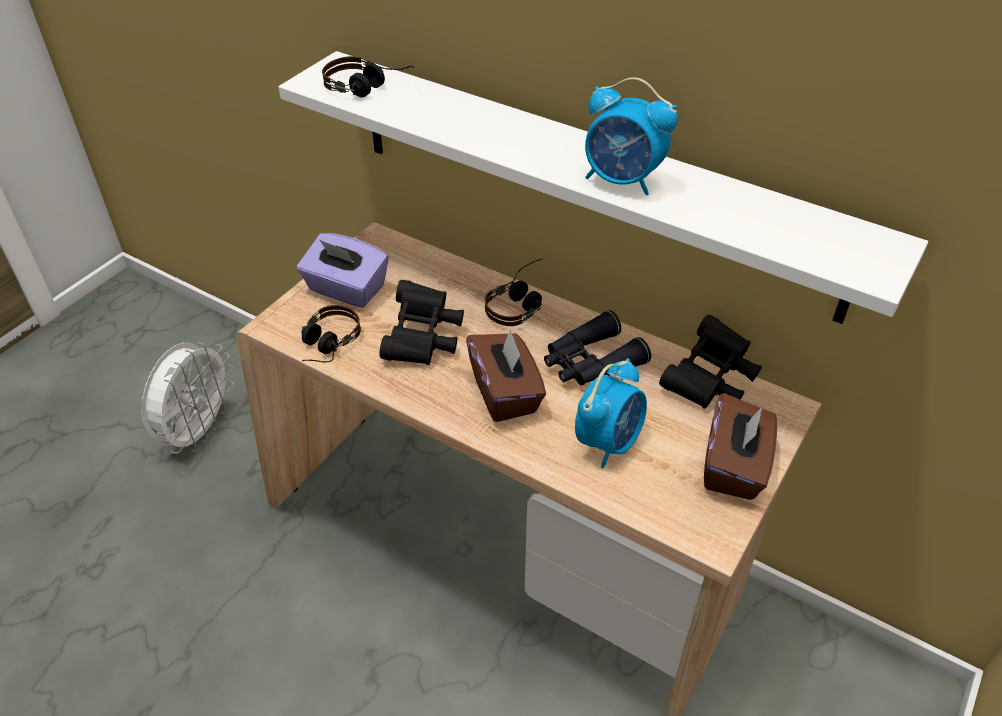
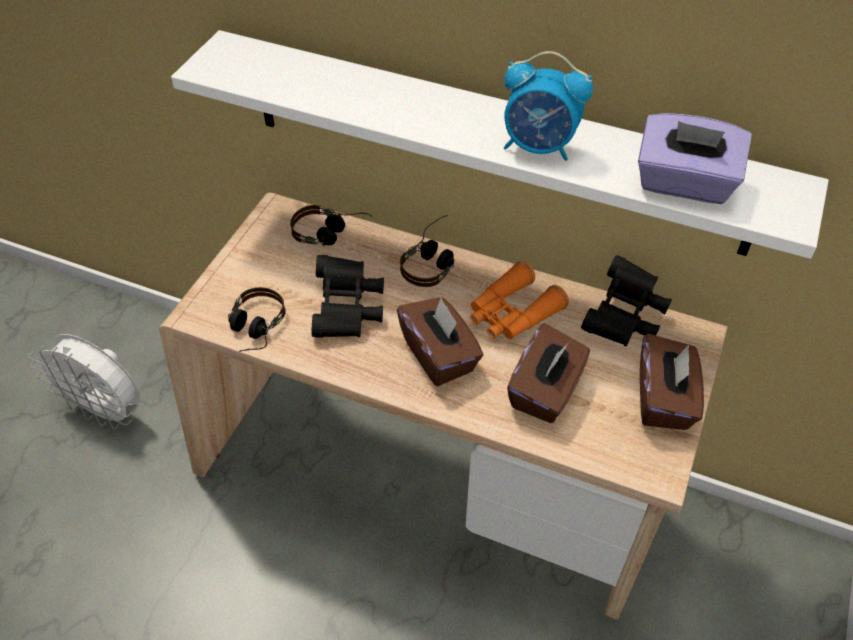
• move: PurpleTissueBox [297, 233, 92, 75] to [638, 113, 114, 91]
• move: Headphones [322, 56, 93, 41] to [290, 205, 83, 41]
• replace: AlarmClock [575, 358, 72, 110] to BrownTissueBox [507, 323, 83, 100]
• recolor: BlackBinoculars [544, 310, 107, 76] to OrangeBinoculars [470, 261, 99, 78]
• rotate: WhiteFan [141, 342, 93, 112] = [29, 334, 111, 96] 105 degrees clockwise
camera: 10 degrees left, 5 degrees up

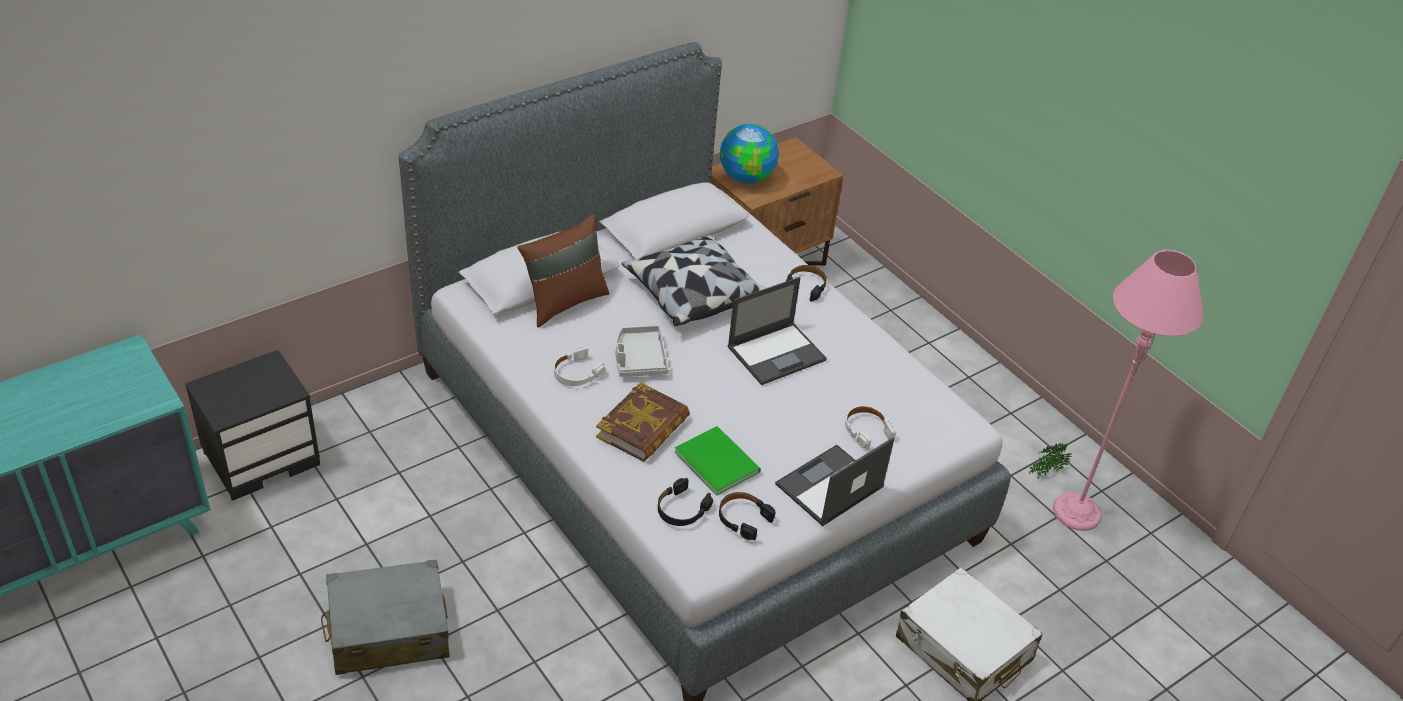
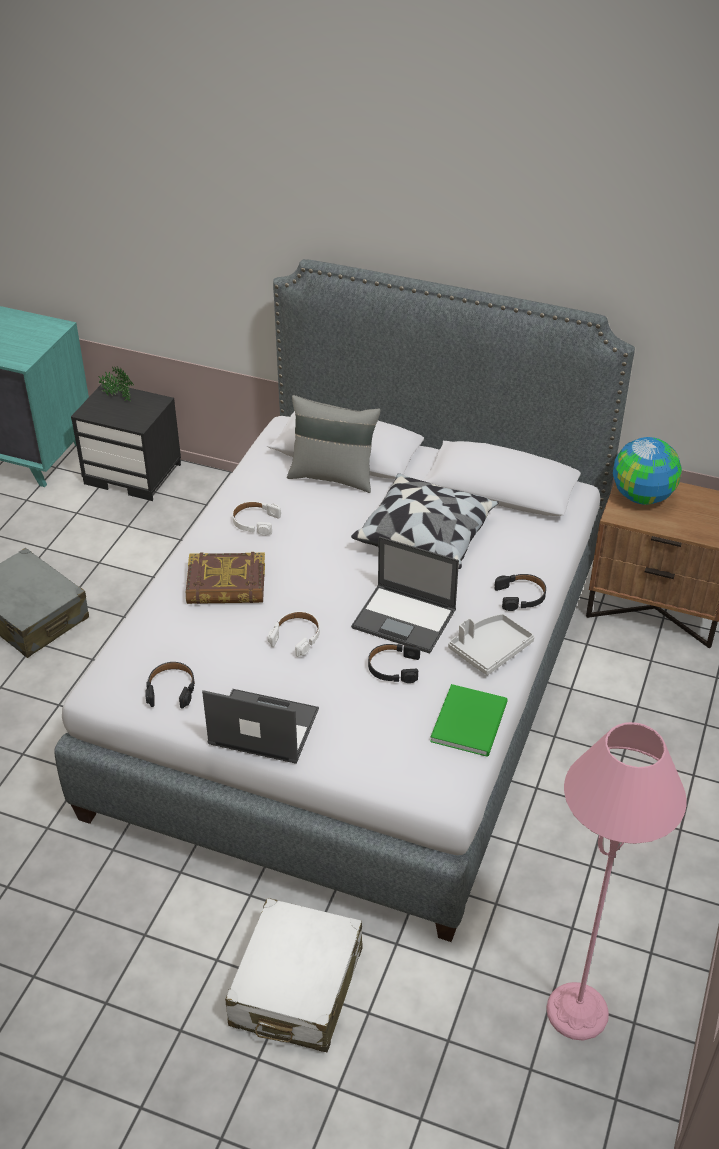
• move: GreyTray [615, 326, 54, 51] to [448, 614, 86, 61]
• move: BlackHeadphones [658, 478, 55, 48] to [368, 644, 52, 39]
• move: GreenBook [674, 426, 87, 70] to [430, 684, 78, 73]
• move: WhiteHeadphones [845, 406, 51, 44] to [268, 611, 52, 46]
• move: PottedPlant [1029, 443, 43, 36] to [99, 366, 35, 35]
• recolor: BrownPillow [517, 214, 92, 114] to GreyPillow [287, 395, 94, 98]
camera: 60 degrees right, 0 degrees up

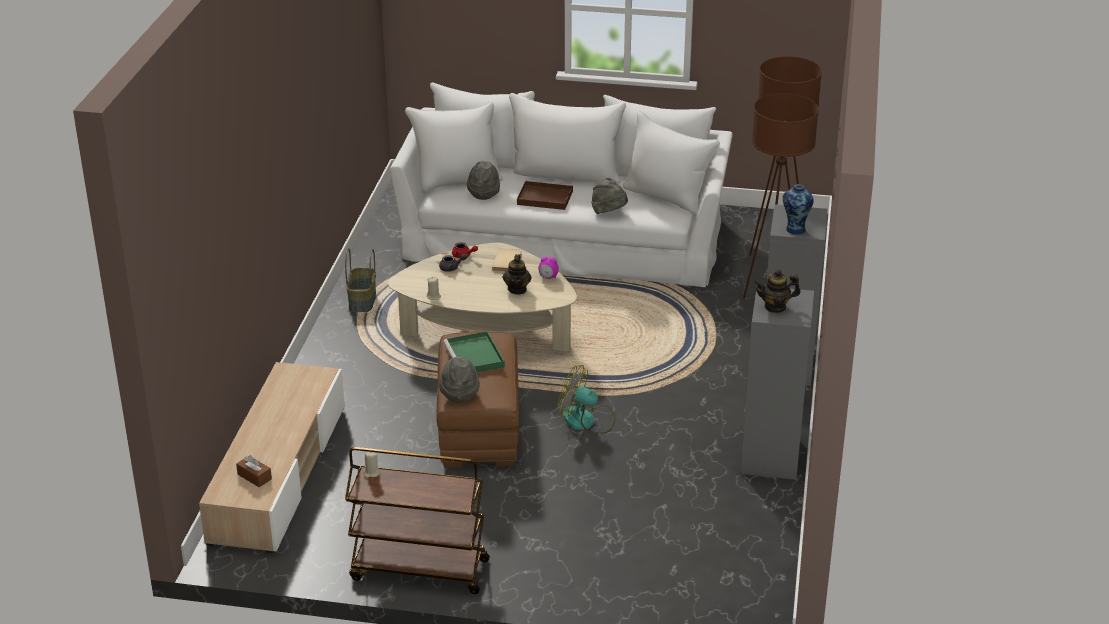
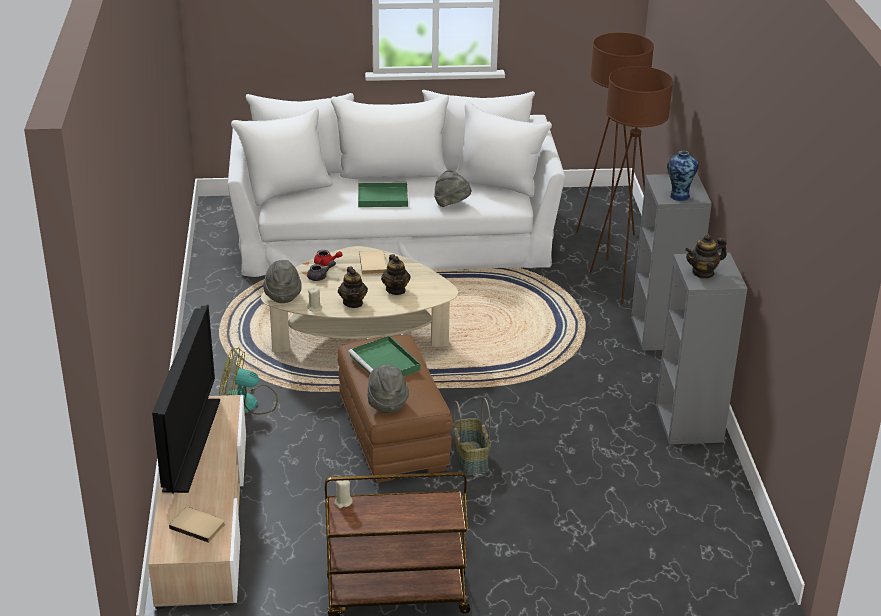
• delete: AlarmClock [538, 257, 21, 22]
• insert: Television [152, 304, 68, 190]
• insert: Teapot [338, 267, 30, 41]
• move: Basket [345, 248, 31, 64] to [454, 398, 37, 77]
• move: GreyHat [467, 161, 33, 39] to [263, 260, 39, 43]
• move: Fan [557, 365, 59, 69] to [219, 347, 59, 68]
• replace: BrownTissueBox [236, 455, 36, 32] to BeigeBook [169, 507, 56, 36]
• recolor: BrownTray [517, 180, 56, 30] to GreenTray [358, 182, 50, 25]
camera: 15 degrees left, 0 degrees up

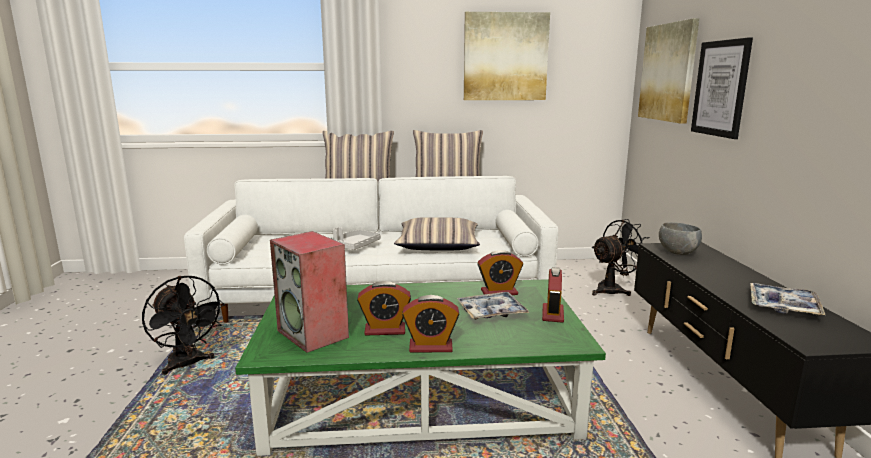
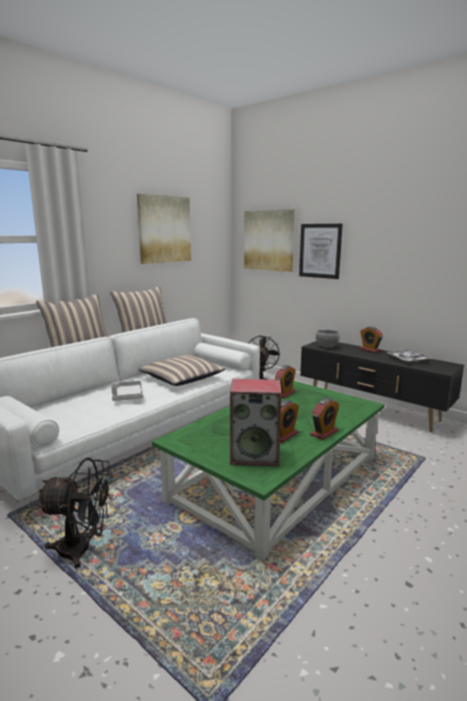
• delete: Tray [457, 292, 72, 28]
• move: AlarmClock [542, 267, 22, 56] to [360, 327, 23, 26]
camera: 45 degrees left, 0 degrees up

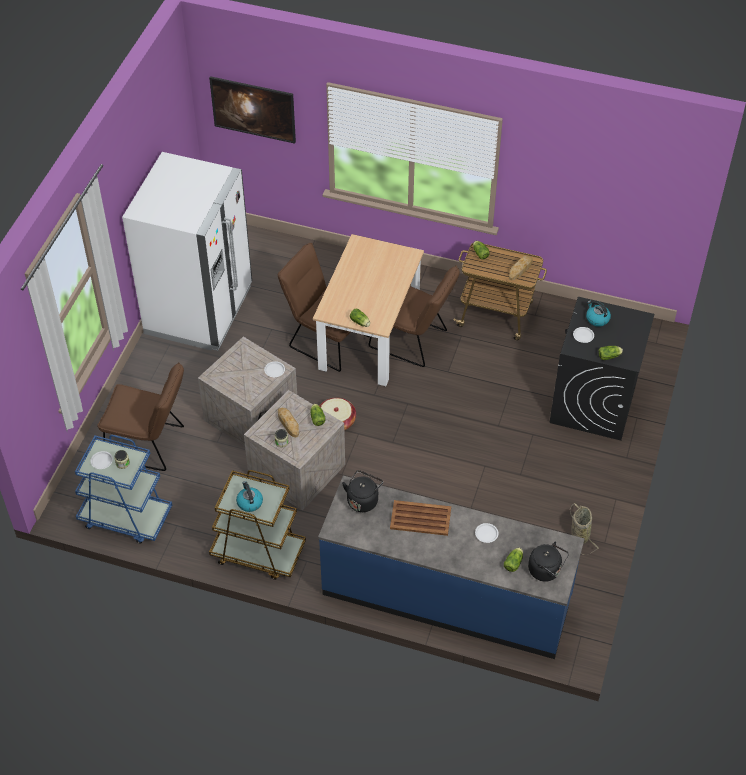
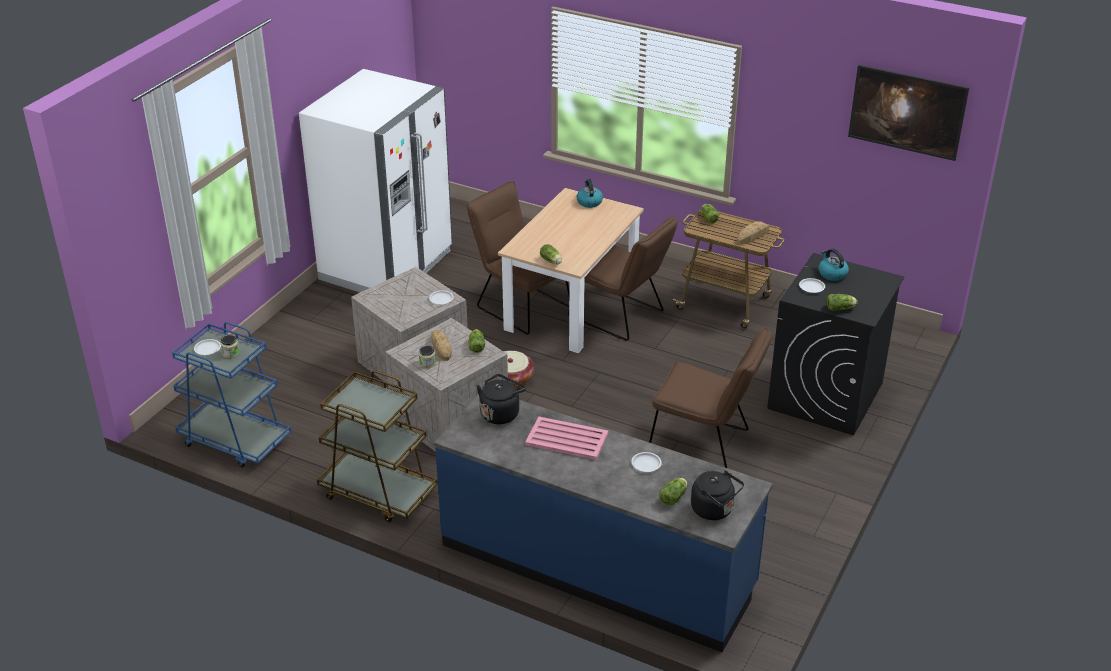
• delete: Basket [570, 503, 29, 51]
• move: BrownChair [97, 362, 87, 109] to [649, 328, 123, 140]
• move: Picture [209, 76, 87, 68] to [848, 65, 122, 96]
• move: Kettle [236, 481, 27, 31] to [577, 179, 26, 29]
• recolor: BrownTray [390, 500, 61, 36] to PinkTray [525, 417, 83, 43]
camera: 10 degrees right, 15 degrees down

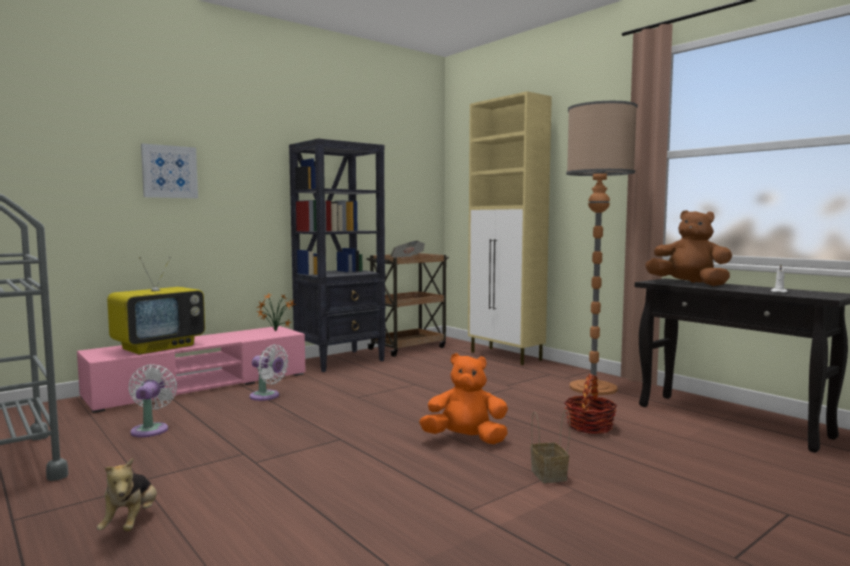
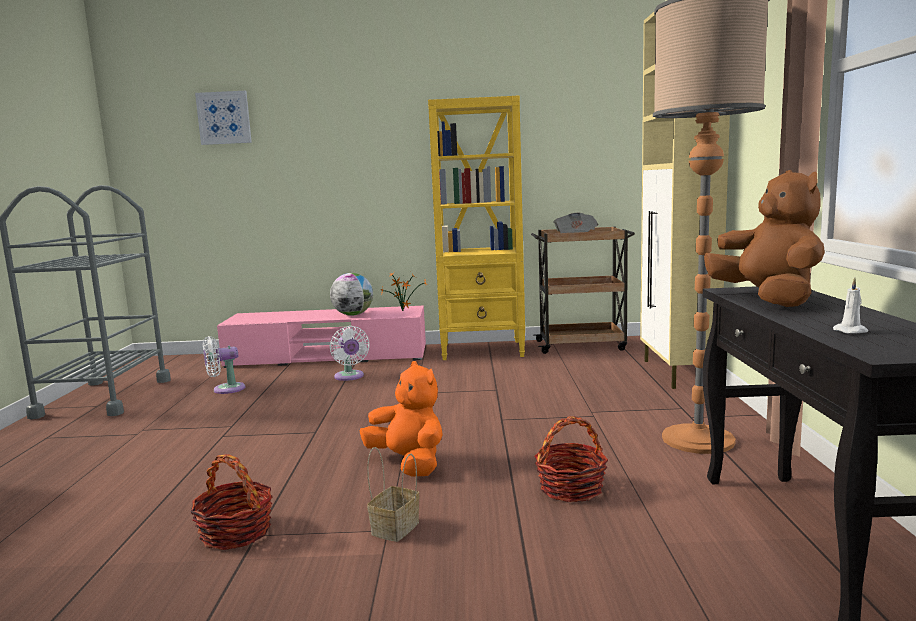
• delete: PlushToy [97, 458, 60, 73]
• delete: Television [107, 257, 98, 97]
• insert: Basket [190, 454, 83, 96]
• insert: Globe [330, 273, 43, 43]
• move: Picture [141, 144, 57, 54] to [195, 91, 57, 54]
• recolor: BlackBookcase [289, 138, 97, 234] to YellowBookcase [428, 95, 97, 265]
• rotate: WhiteFan [129, 364, 48, 73] = [203, 336, 42, 58] 150 degrees counterclockwise
camera: 40 degrees right, 5 degrees up

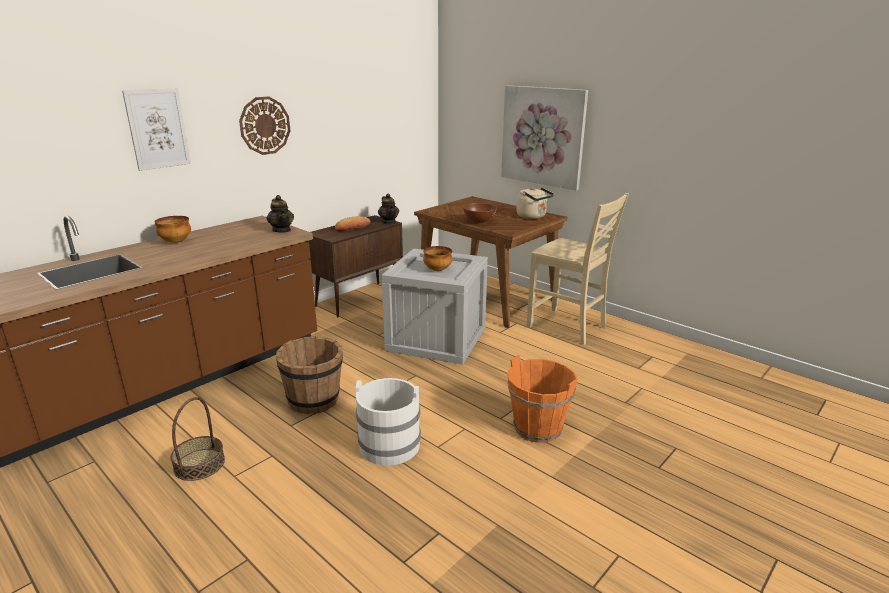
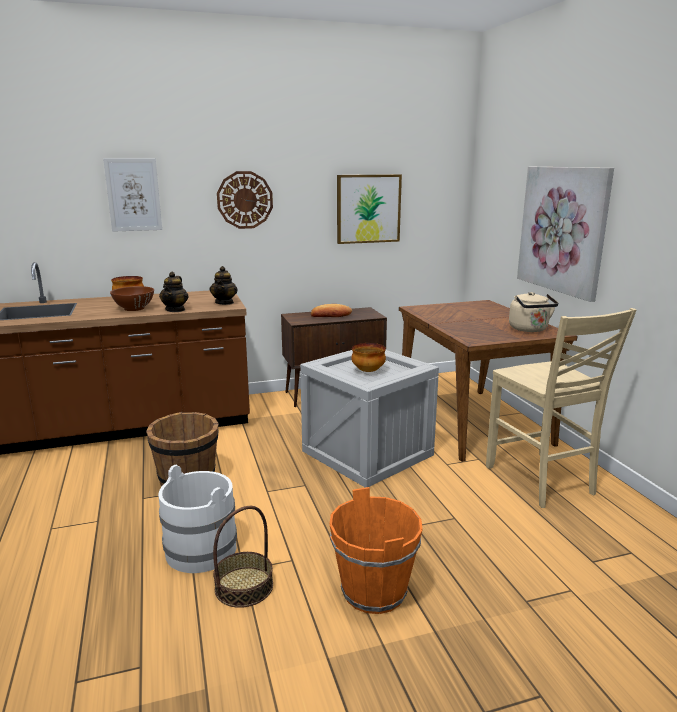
• insert: Picture [337, 174, 65, 70]
• move: Basket [170, 397, 55, 84] to [213, 506, 60, 102]
• move: Teapot [378, 194, 21, 30] to [159, 272, 30, 40]
• move: BrownBowl [463, 203, 34, 21] to [110, 286, 44, 25]
camera: 30 degrees right, 5 degrees down

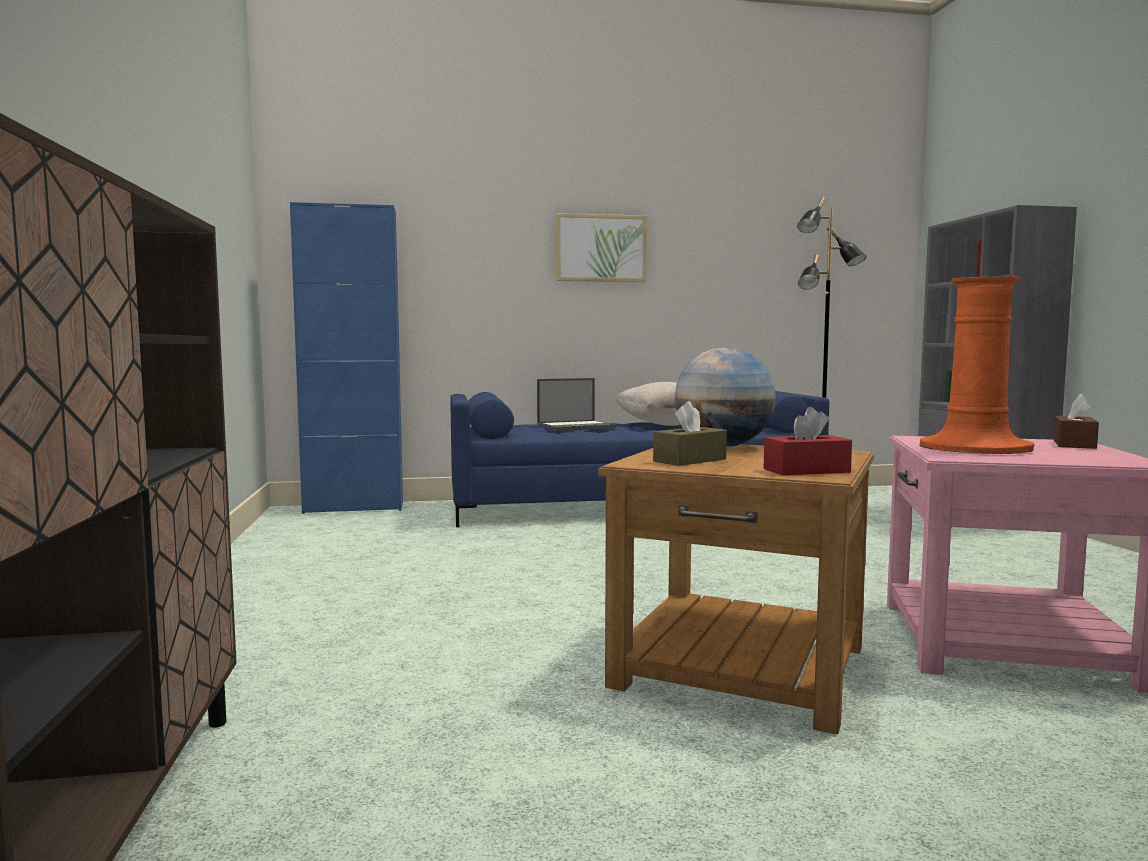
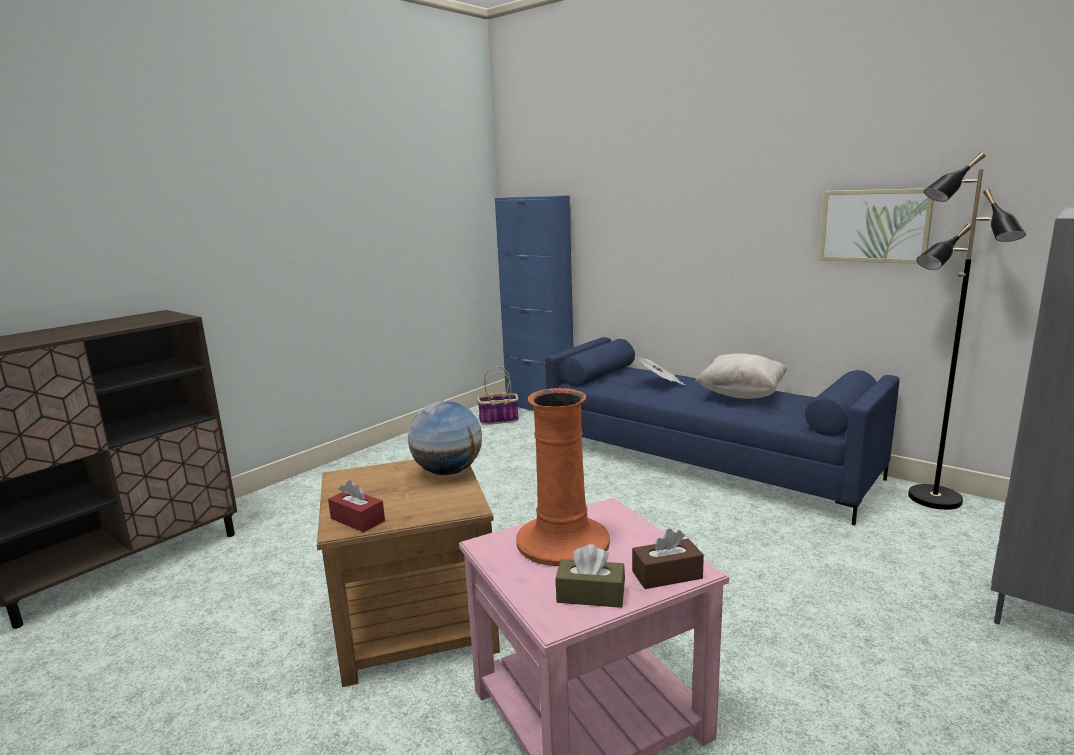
• insert: Basket [477, 366, 42, 58]
• move: Picture [556, 213, 91, 69] to [819, 188, 115, 76]
• move: BrownTissueBox [653, 401, 74, 65] to [556, 544, 69, 64]
• replace: Laptop [537, 378, 79, 53] to Newspaper [634, 356, 51, 29]
camera: 50 degrees right, 10 degrees up

